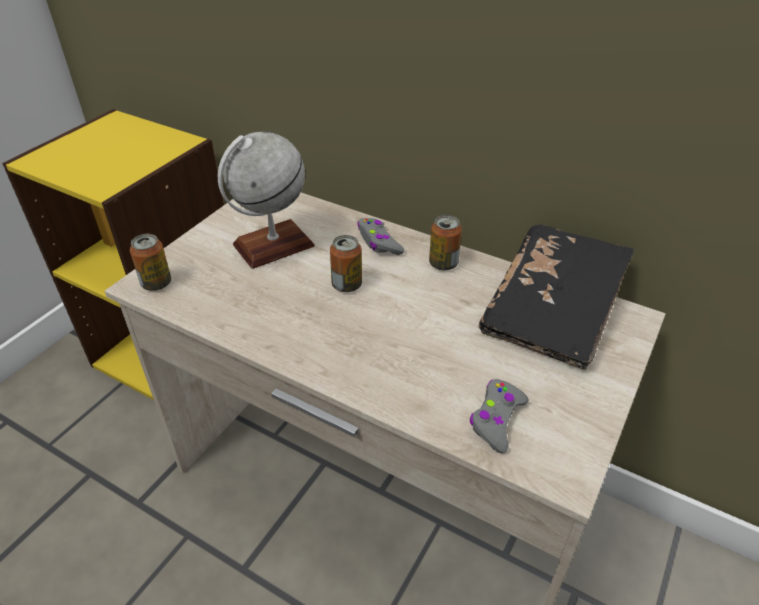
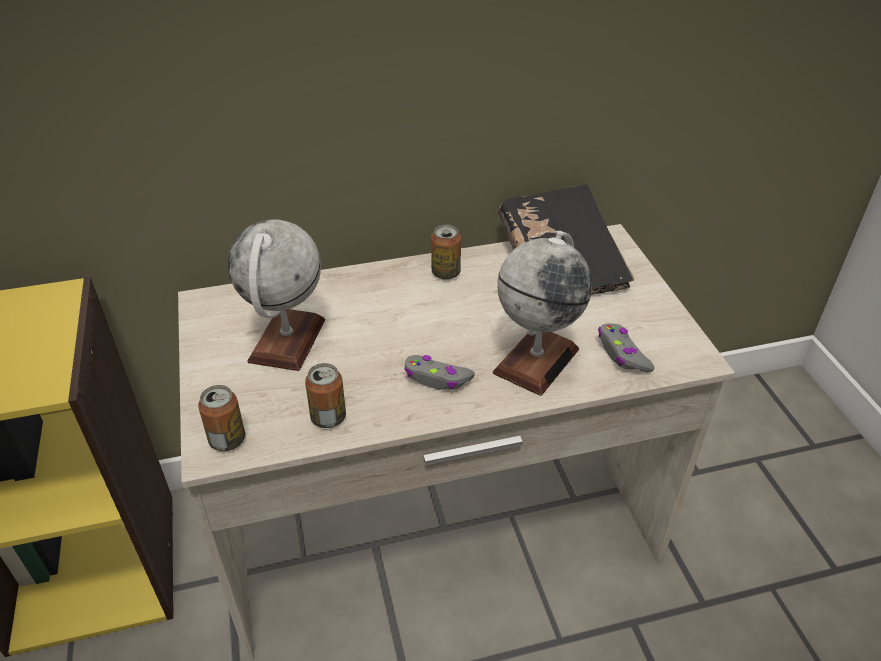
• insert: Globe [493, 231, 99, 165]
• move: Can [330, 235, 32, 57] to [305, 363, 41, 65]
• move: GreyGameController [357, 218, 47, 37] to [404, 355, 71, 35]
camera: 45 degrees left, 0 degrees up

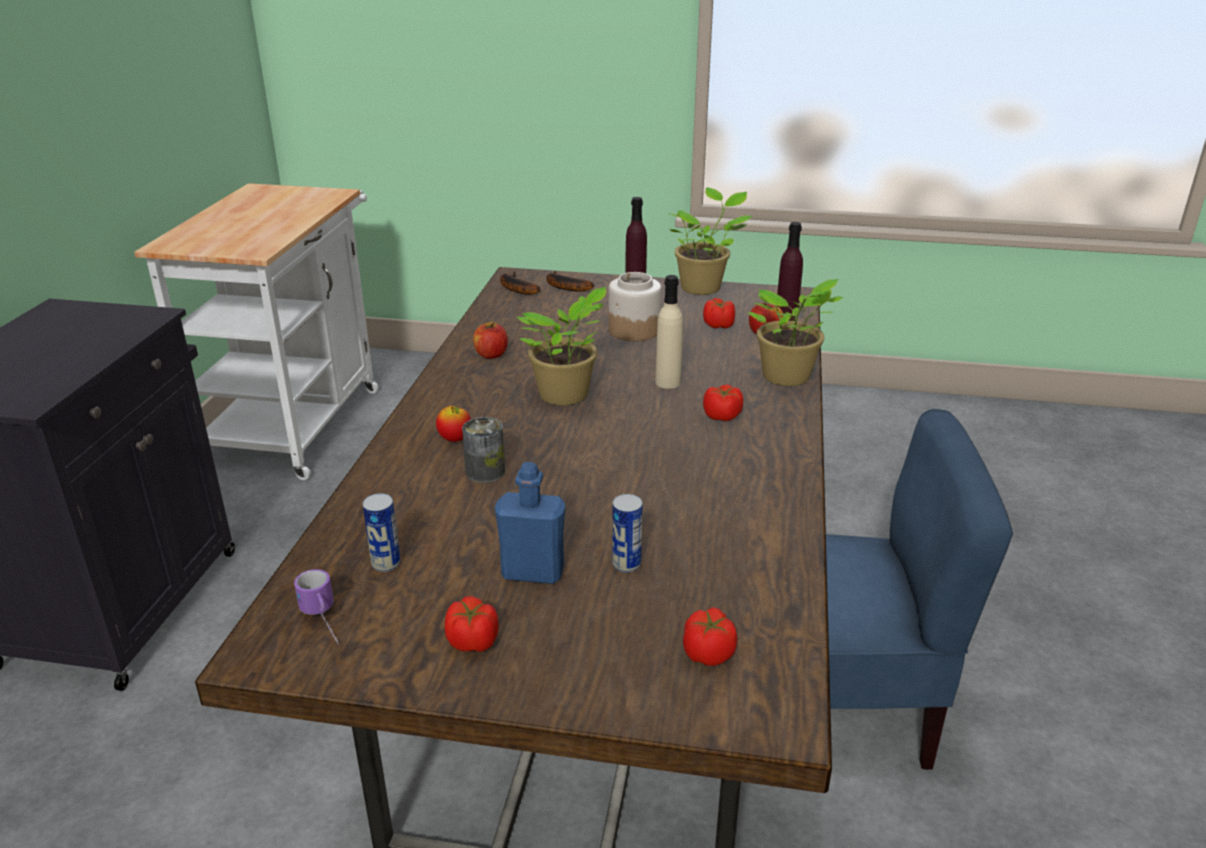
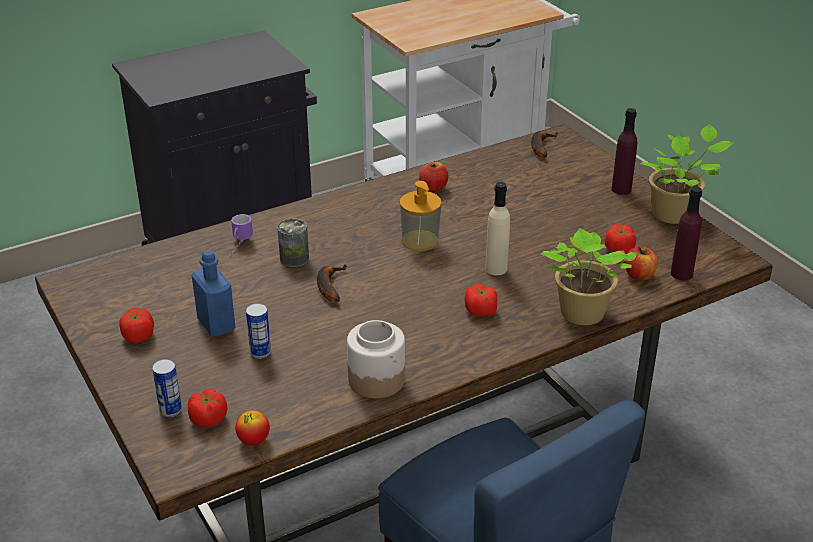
• move: Mug [294, 569, 45, 76] to [229, 214, 24, 44]
• move: Can [363, 493, 37, 79] to [152, 359, 30, 58]
• move: Apple [436, 406, 35, 36] to [235, 410, 35, 35]
• move: Banana [546, 271, 48, 21] to [317, 264, 30, 38]
• move: Jar [609, 272, 53, 69] to [347, 320, 58, 79]
• replace: PottedPlant [517, 287, 89, 118] to SoapDispenser [400, 181, 41, 70]
camera: 50 degrees right, 5 degrees up

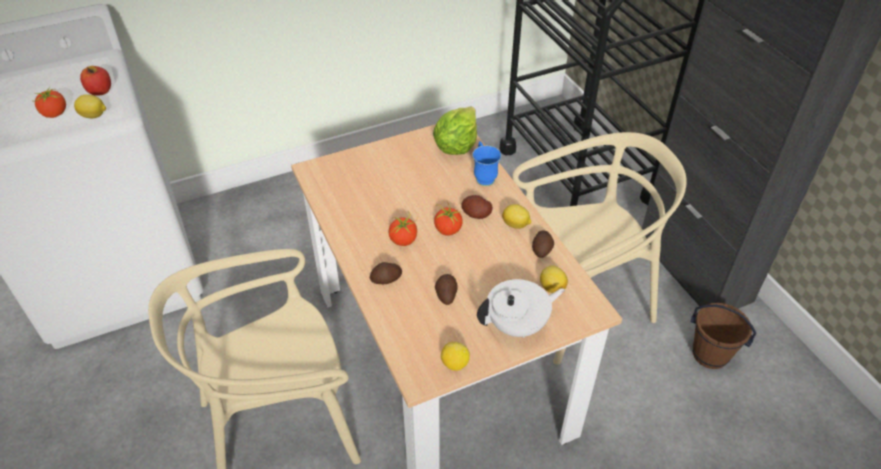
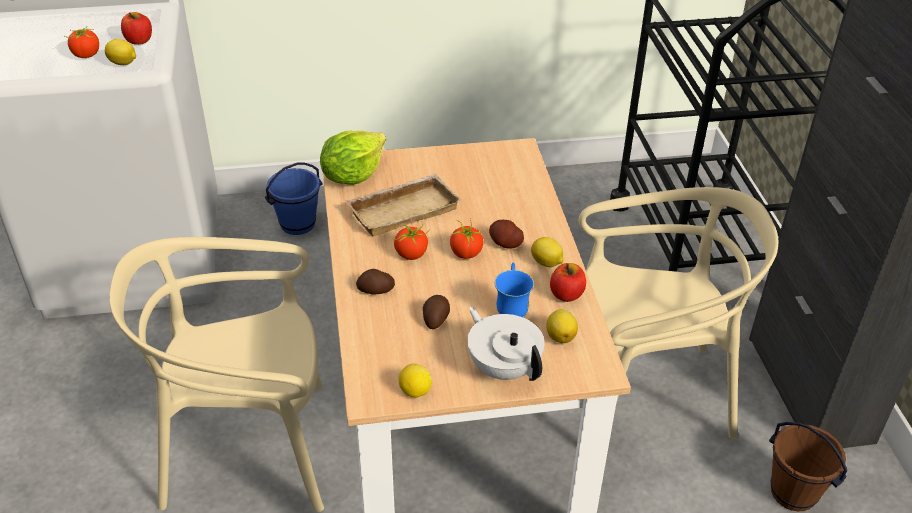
• insert: BlueBucket [265, 162, 58, 73]
• insert: BeigeTray [345, 174, 116, 62]
• move: Lettuce [433, 106, 44, 49] to [320, 131, 66, 54]
• move: BlueMug [472, 141, 30, 45] to [495, 263, 39, 55]
• replace: Potato [532, 230, 22, 28] to Apple [550, 263, 36, 39]
• rotate: WhiteTeapot [477, 279, 88, 59] = [467, 306, 77, 75] 120 degrees counterclockwise
camera: 15 degrees right, 5 degrees down

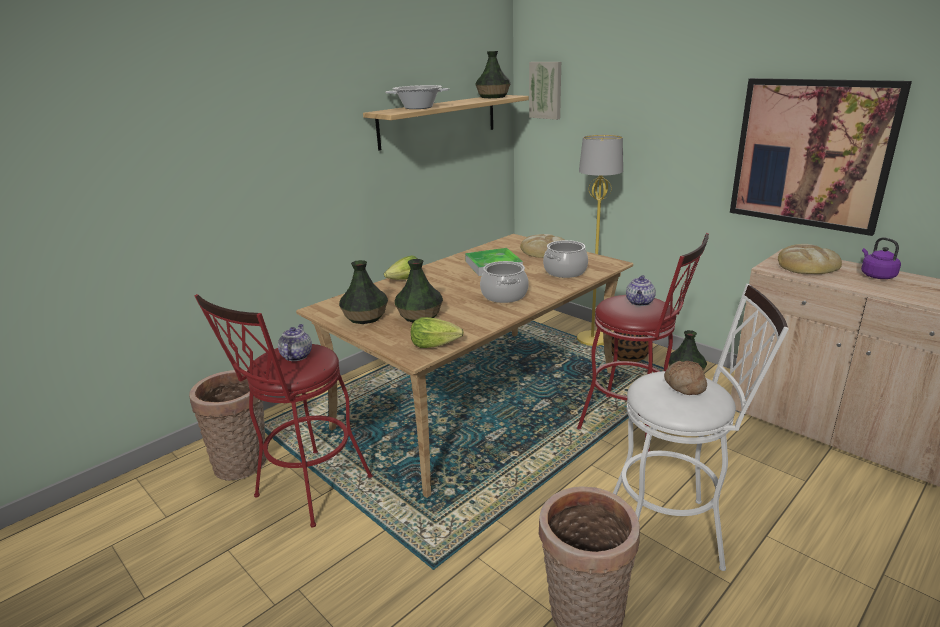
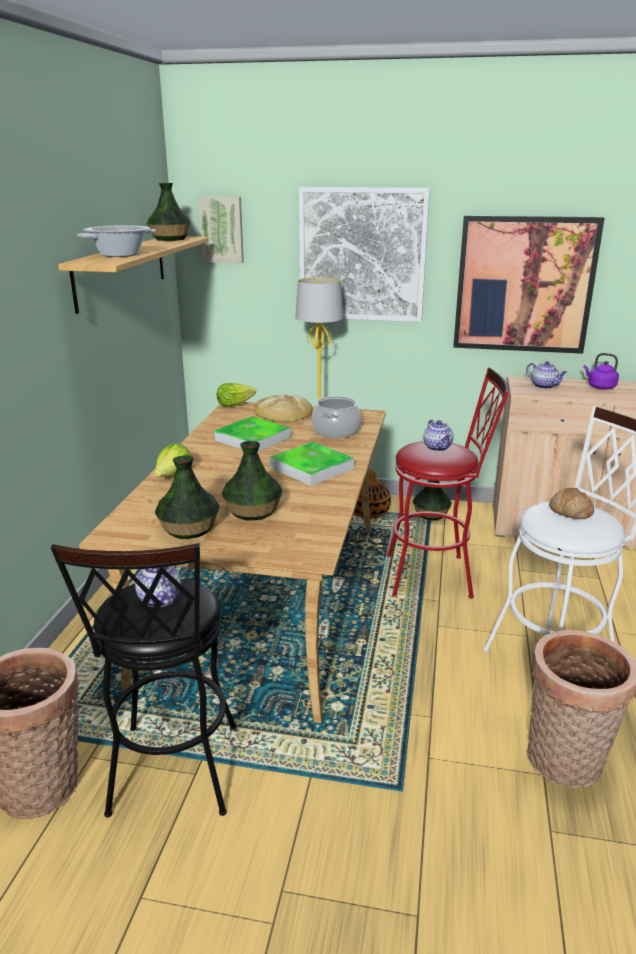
• insert: Picture [299, 187, 131, 135]
• move: Lettuce [411, 317, 53, 31] to [217, 383, 39, 24]
• replace: CookingPot [480, 261, 49, 42] to Tray [270, 442, 84, 44]
• replace: Bread [778, 244, 64, 30] to Teapot [526, 361, 41, 28]
• recolor: RedStool [195, 294, 178, 233] to BlackStool [51, 543, 186, 275]
camera: 35 degrees left, 0 degrees up

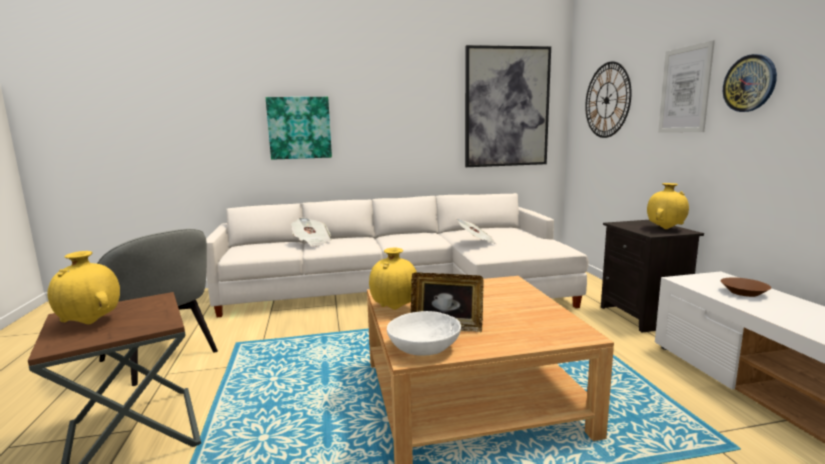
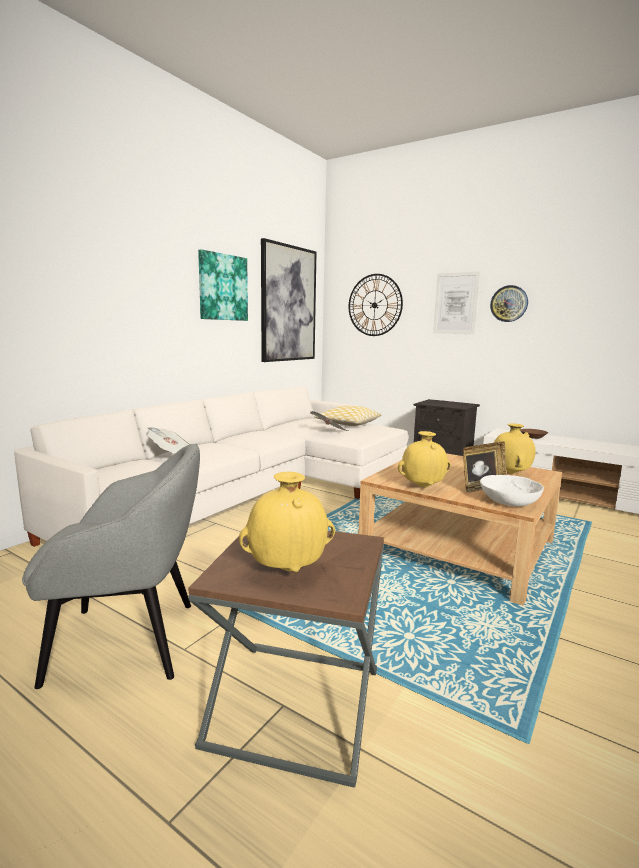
• insert: Pillow [314, 406, 67, 20]
• move: Picture [266, 97, 66, 63] to [198, 249, 50, 72]
• move: YellowVase [647, 183, 42, 46] to [494, 424, 42, 50]
camera: 45 degrees left, 0 degrees up

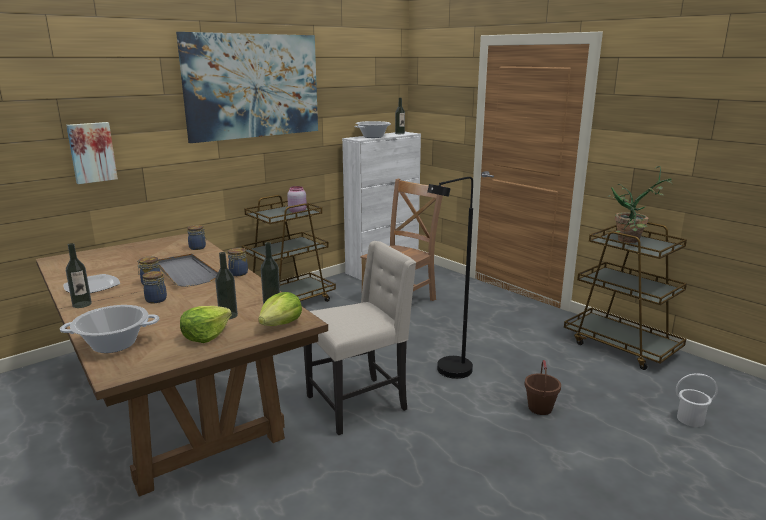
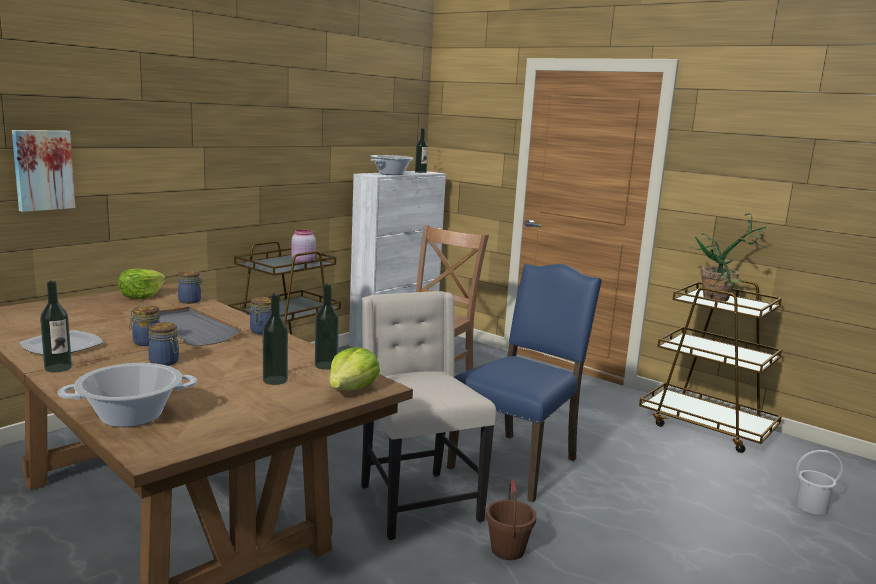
• delete: Picture [176, 32, 142, 111]
• move: Lettuce [180, 306, 52, 37] to [118, 269, 48, 30]
• move: BrownBucket [524, 360, 37, 55] to [486, 480, 50, 80]
• replace: BlackFloorLamp [427, 177, 46, 202] to BlueChair [447, 264, 155, 238]
• rotate: BeigeChair [303, 241, 113, 194] = [361, 291, 135, 249] 75 degrees counterclockwise
camera: 10 degrees left, 5 degrees down

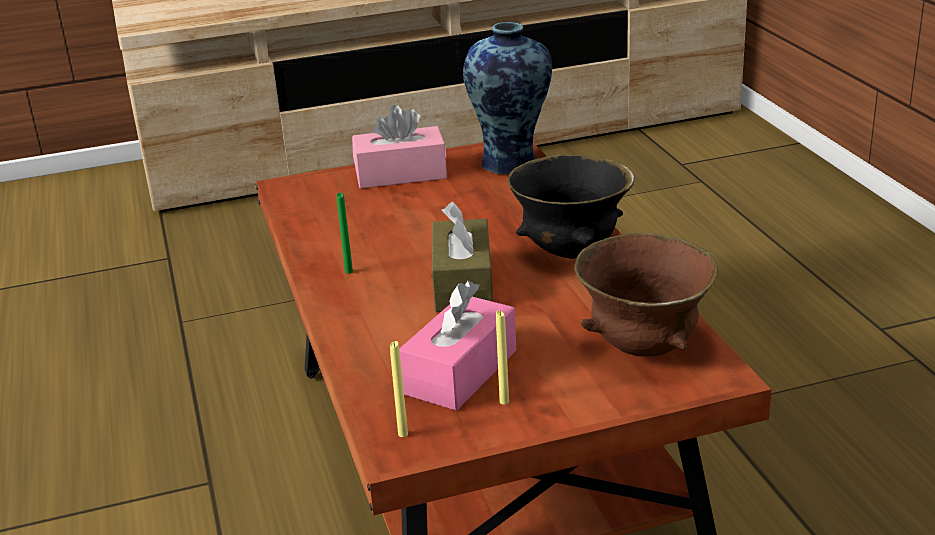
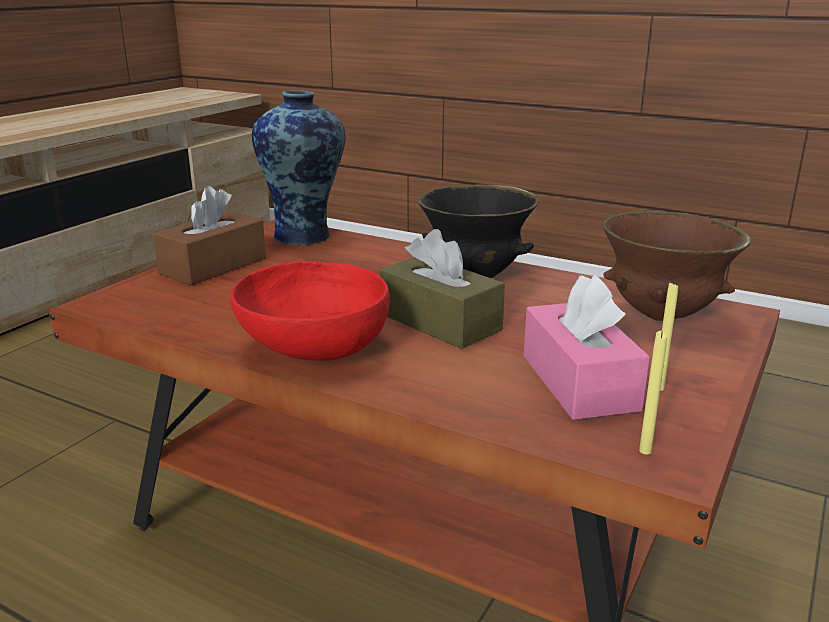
• replace: GreenCandle [337, 192, 16, 82] to RedBowl [230, 261, 160, 100]
• recolor: PinkTissueBox [352, 105, 95, 84] to BrownTissueBox [153, 186, 113, 99]
camera: 45 degrees left, 5 degrees down

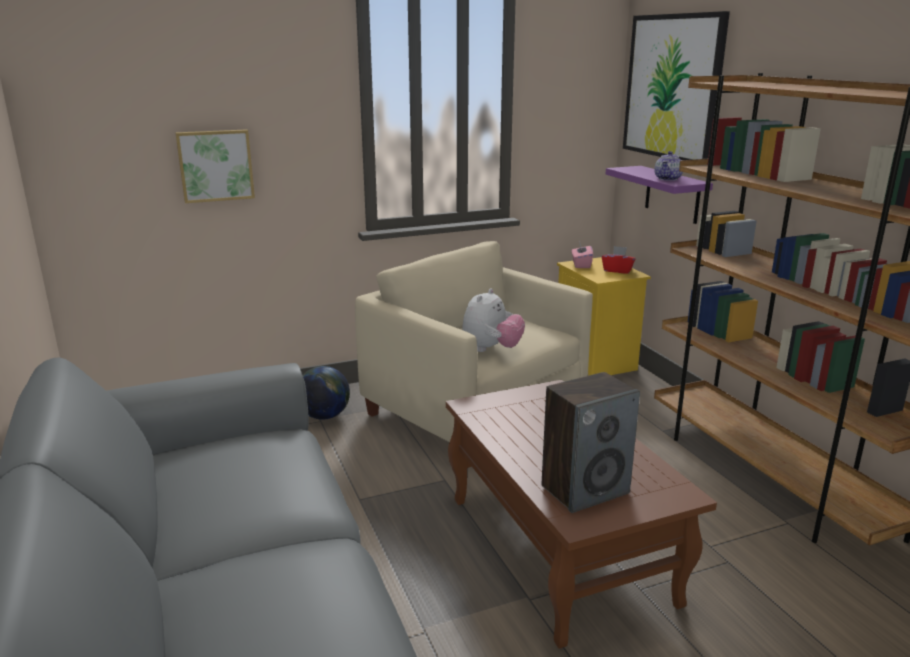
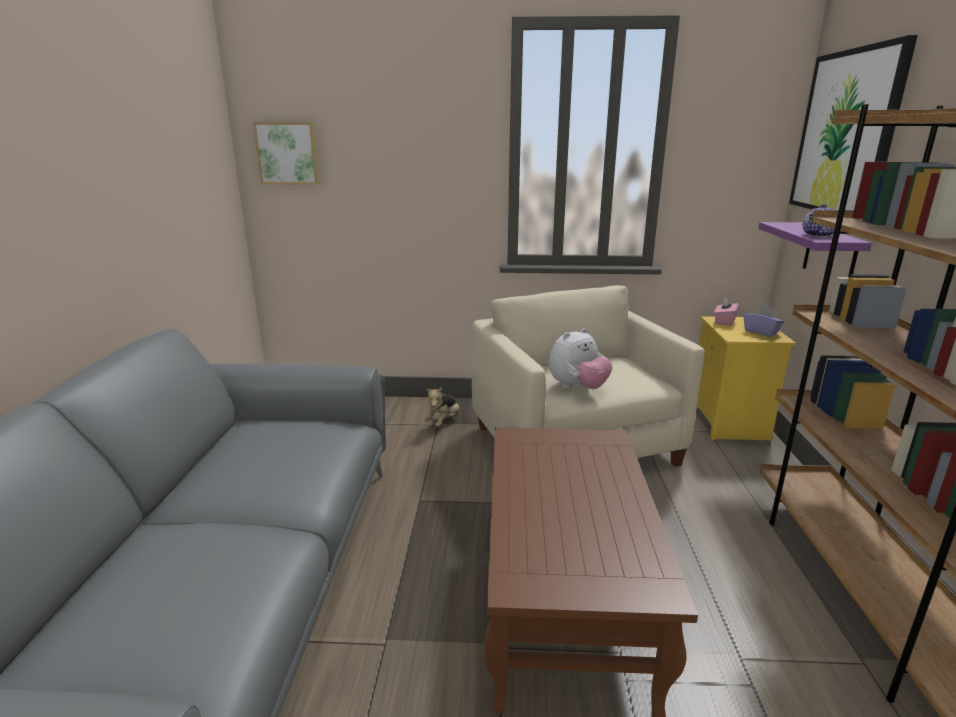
• delete: Speaker [542, 372, 98, 141]
• move: Picture [175, 129, 80, 74] to [253, 122, 66, 62]
• replace: Globe [303, 366, 47, 54] to PlushToy [423, 387, 37, 40]
• recolor: RedTissueBox [602, 246, 33, 28] to PurpleTissueBox [744, 306, 40, 30]
camera: 25 degrees right, 0 degrees up

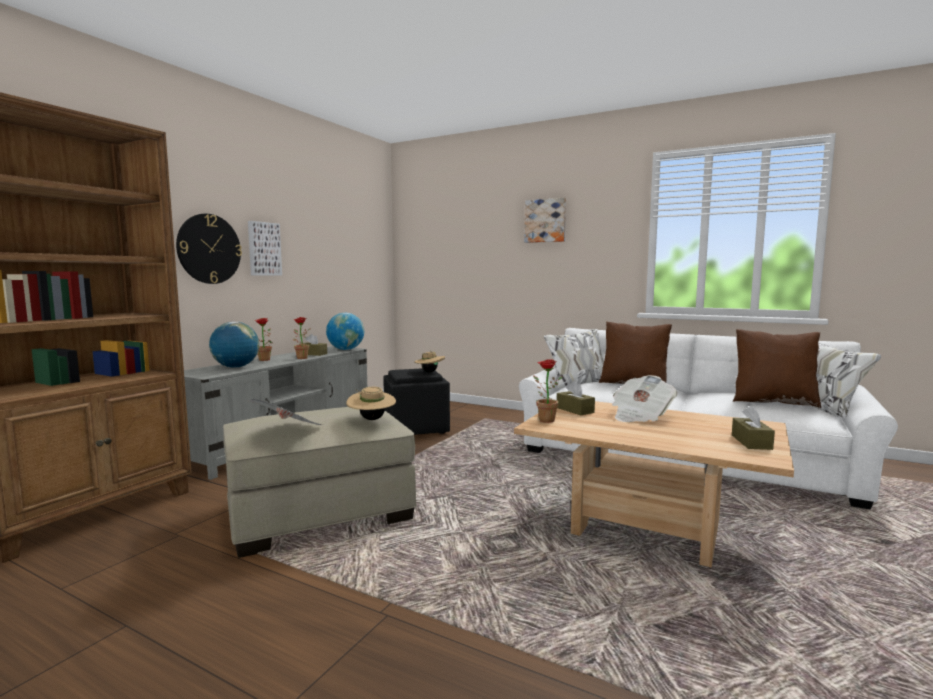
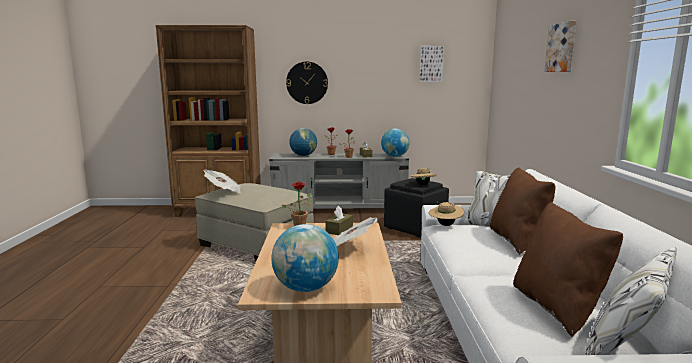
• move: Picture [248, 221, 34, 54] to [419, 46, 25, 36]
• move: BeigeHat [346, 387, 50, 33] to [429, 202, 35, 24]
• replace: BrownTissueBox [732, 406, 43, 44] to Globe [271, 224, 68, 68]
camera: 60 degrees right, 5 degrees up

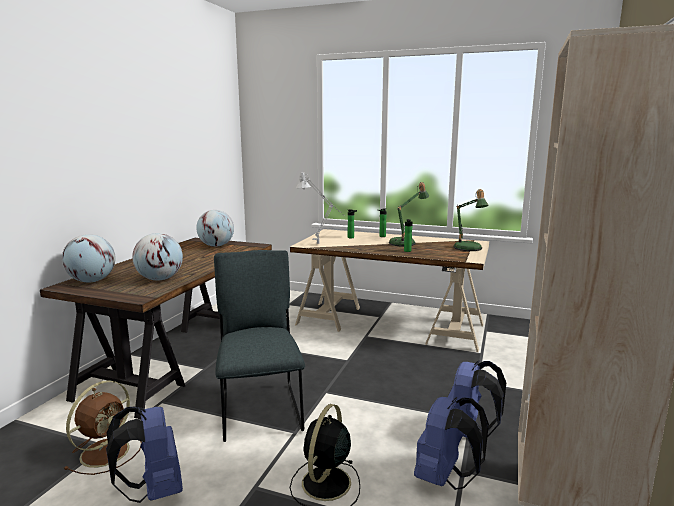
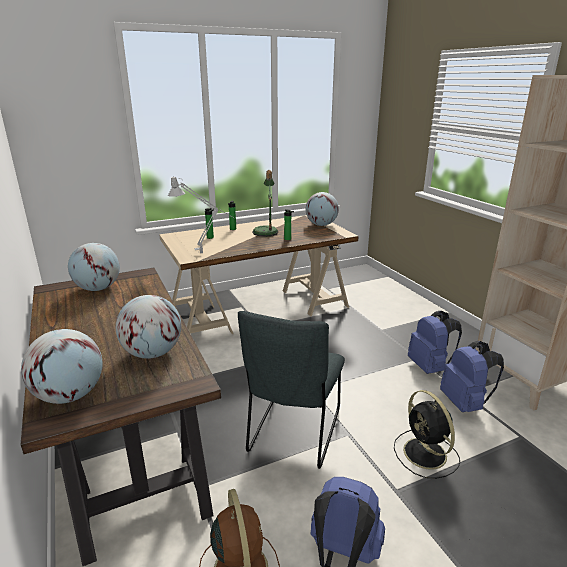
• replace: TableLamp [453, 189, 36, 62] to Globe [306, 192, 33, 34]
• rotate: GreyChair [214, 250, 91, 192] = [238, 311, 107, 158] 105 degrees counterclockwise
camera: 45 degrees left, 10 degrees up

